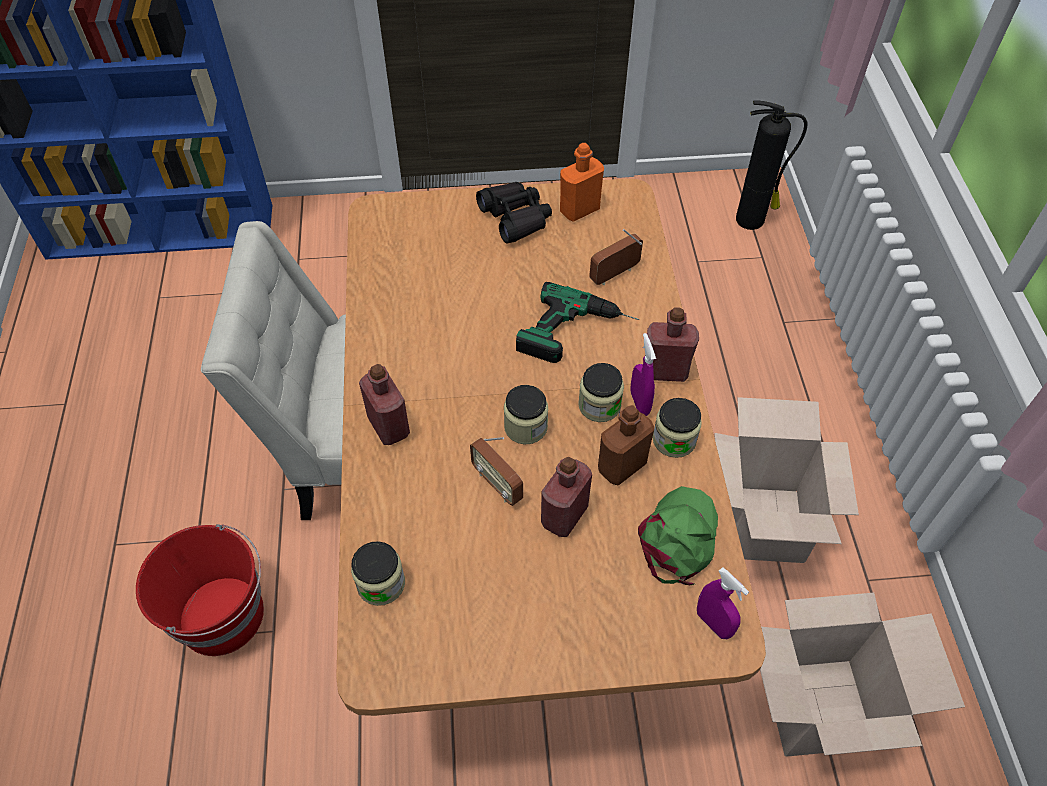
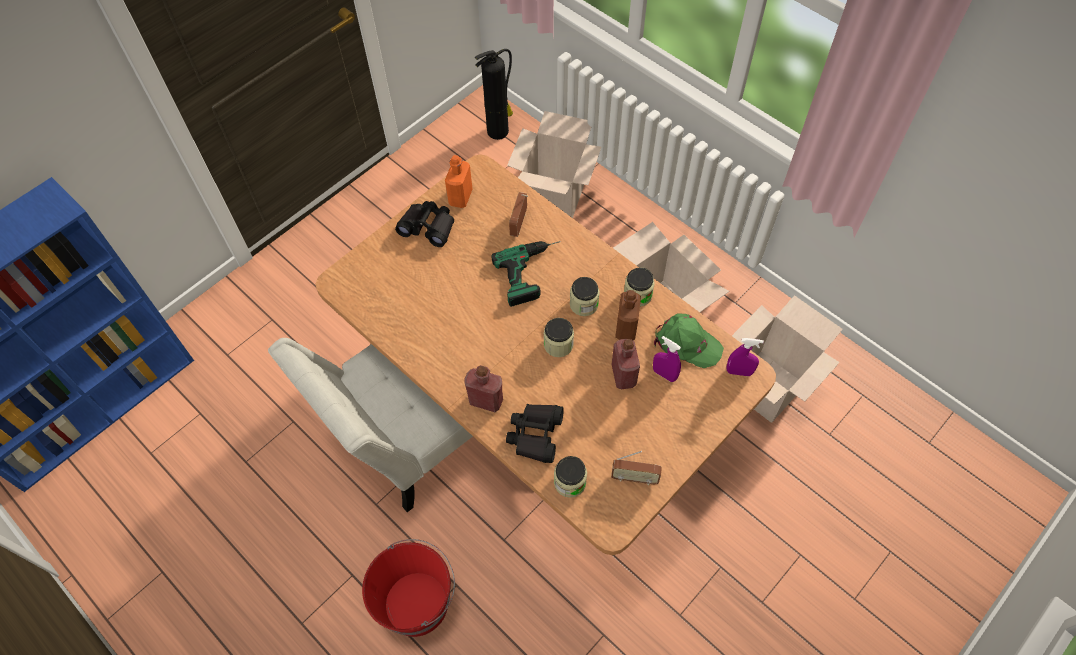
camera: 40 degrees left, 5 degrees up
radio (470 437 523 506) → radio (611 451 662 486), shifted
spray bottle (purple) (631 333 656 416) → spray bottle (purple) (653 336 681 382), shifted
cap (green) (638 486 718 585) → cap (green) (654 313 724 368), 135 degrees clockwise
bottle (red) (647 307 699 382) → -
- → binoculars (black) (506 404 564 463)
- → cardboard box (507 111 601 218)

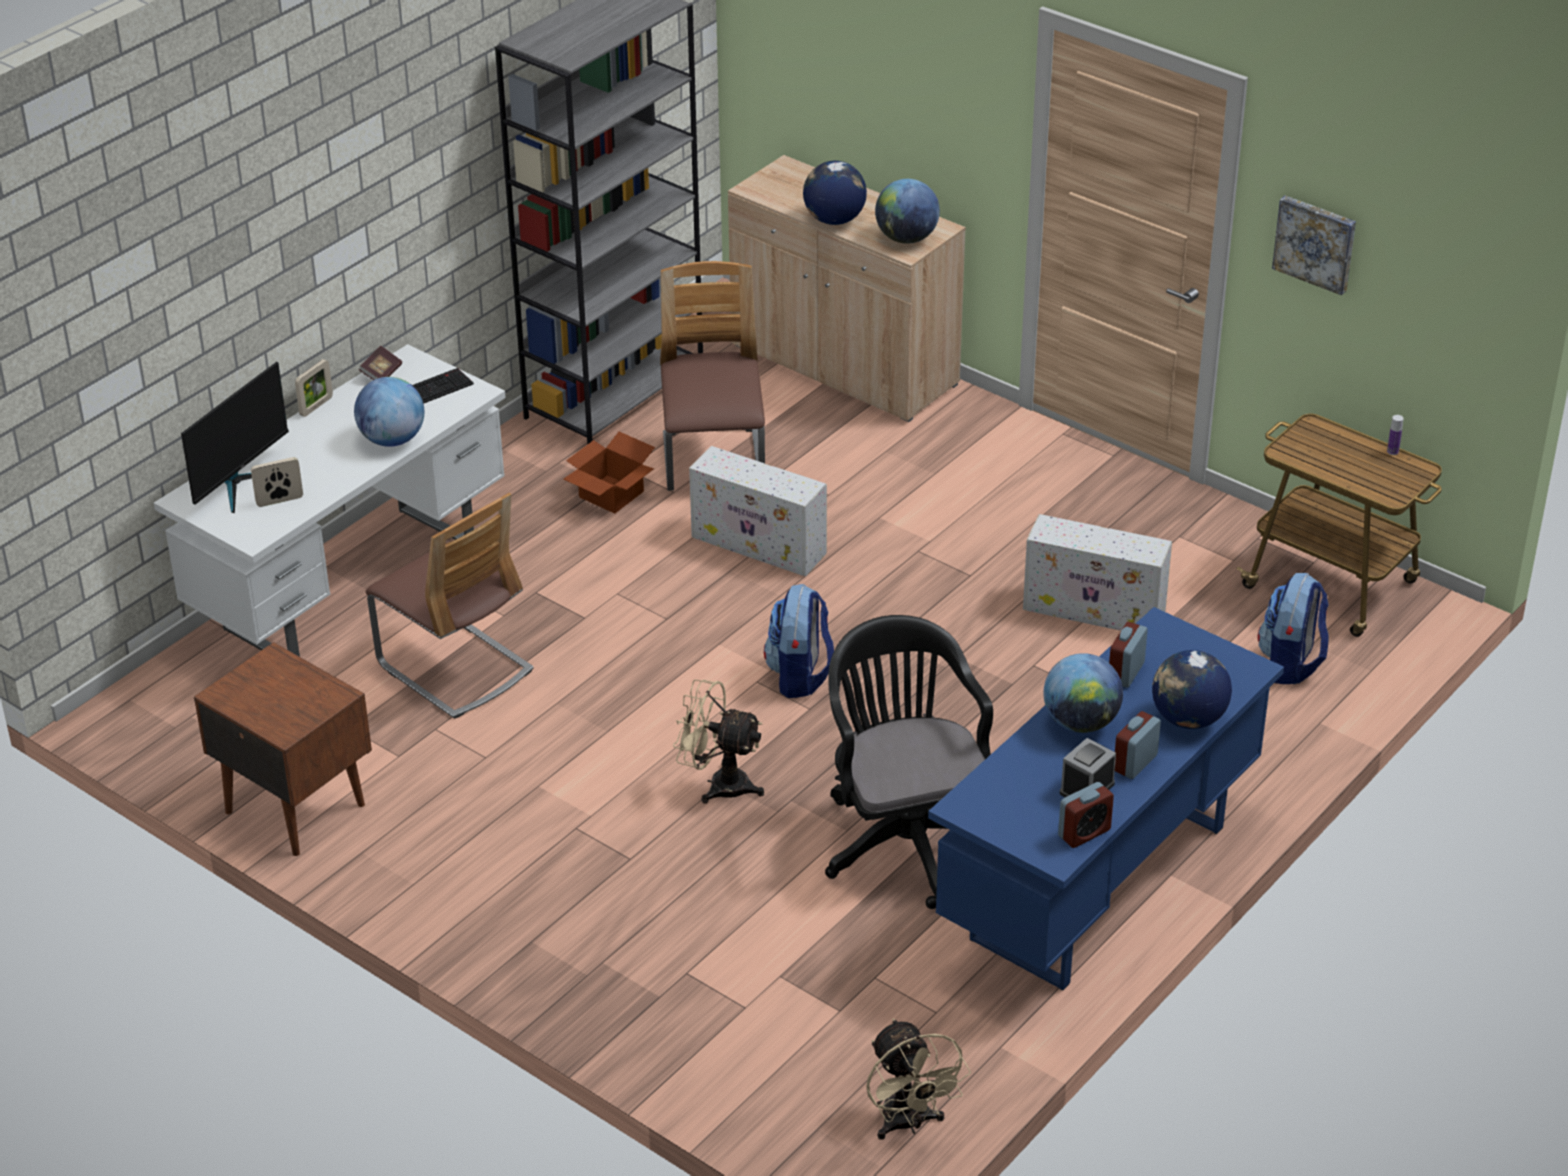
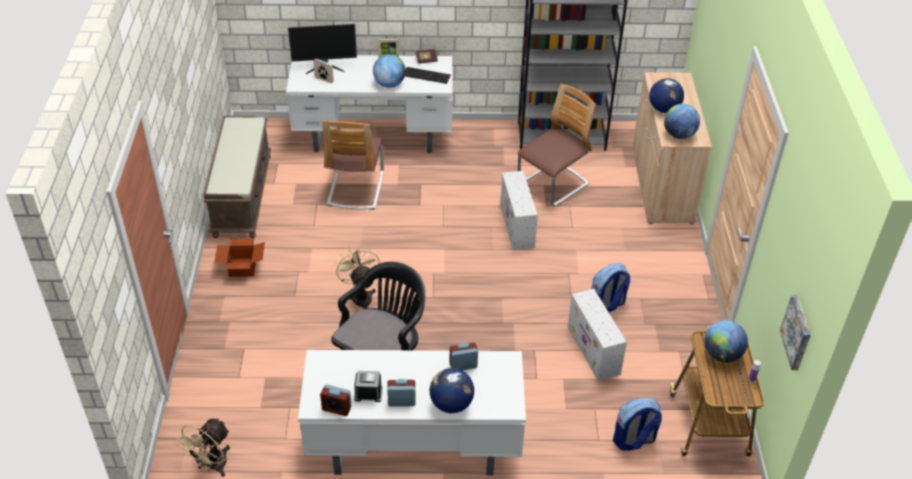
camera: 50 degrees right, 5 degrees up
nightstand (brown) (194 642 372 856) → bench (brown) (203 116 271 238)
cardboard box (563 432 655 514) → cardboard box (214 238 265 277), shifted
backpack (764 584 834 698) → backpack (591 263 630 312), shifted
desk (blue) (928 607 1284 991) → desk (white) (298 350 526 475)
globe (1043 653 1123 733) → globe (704 320 748 363), shifted
picture (1272 195 1356 295) → picture (780 295 811 370), shifted

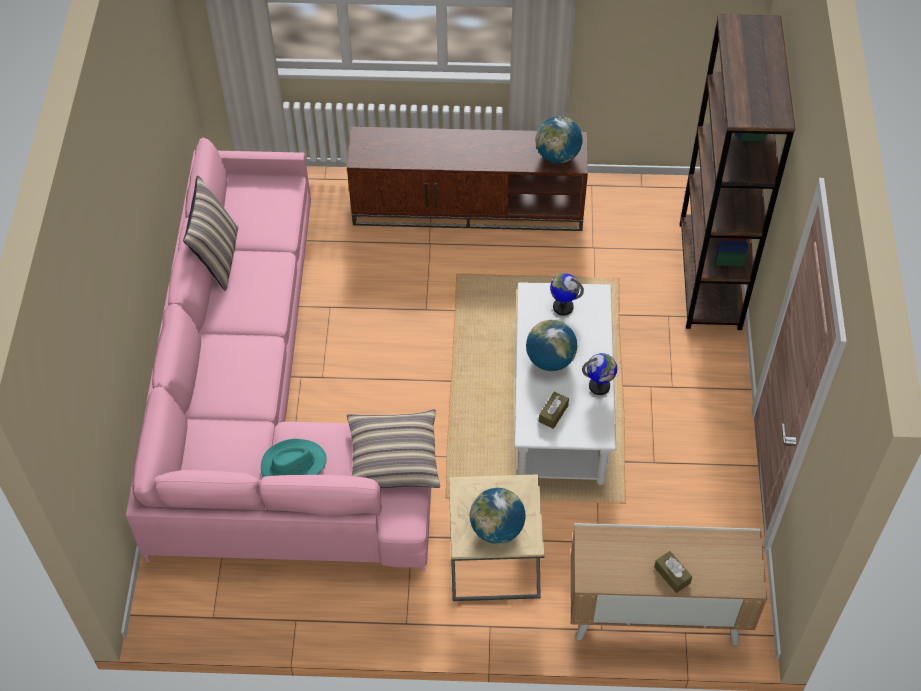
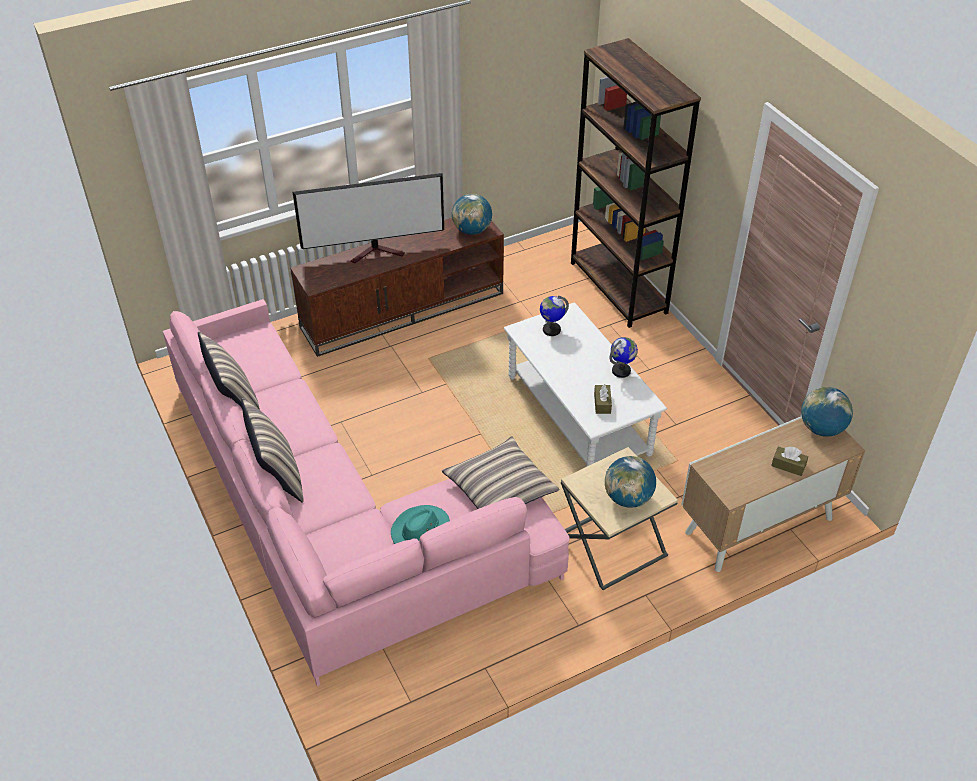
camera: 30 degrees left, 10 degrees down
globe (526 320 577 371) → globe (801 387 853 437), shifted
- → pillow (241 398 304 503)
- → television (293 173 444 263)

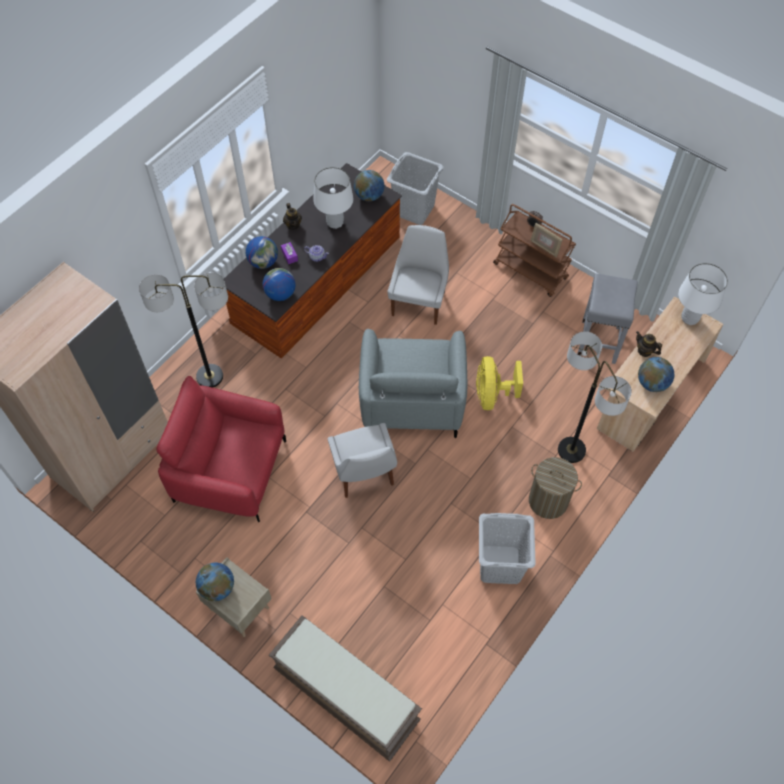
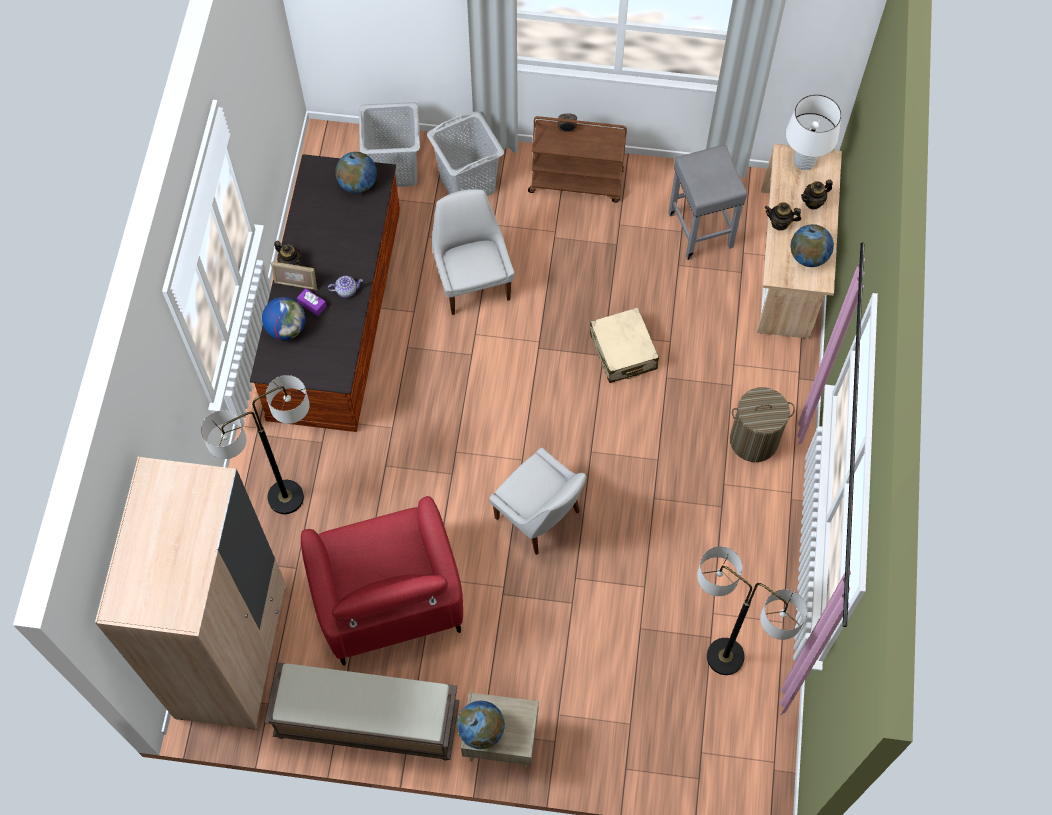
camera: 30 degrees left, 5 degrees up
armchair (red) (156 376 286 522) → armchair (red) (301 496 463 666), 90 degrees counterclockwise
globe (263 268 296 301) → -
bench (brown) (269 615 422 762) → bench (brown) (265 662 459 761), shifted
table lamp (white) (313 167 353 229) → -
armchair (grey) (359 329 467 438) → -
fan (yellow) (476 356 523 410) → suitcase (beige) (590 307 659 383)
laundry basket (grey) (479 513 536 584) → laundry basket (grey) (427 111 504 196), shifted
picture frame (530 223 563 258) → picture frame (271 261 317 290), shifted
floor lamp (558 331 632 463) → floor lamp (697 546 807 675), shifted
- → teapot (801 179 833 210)

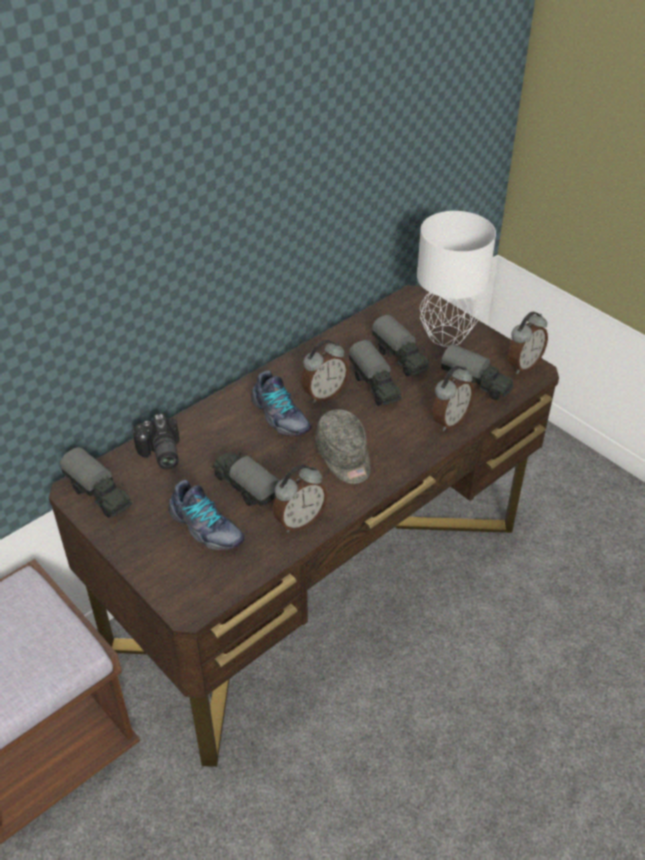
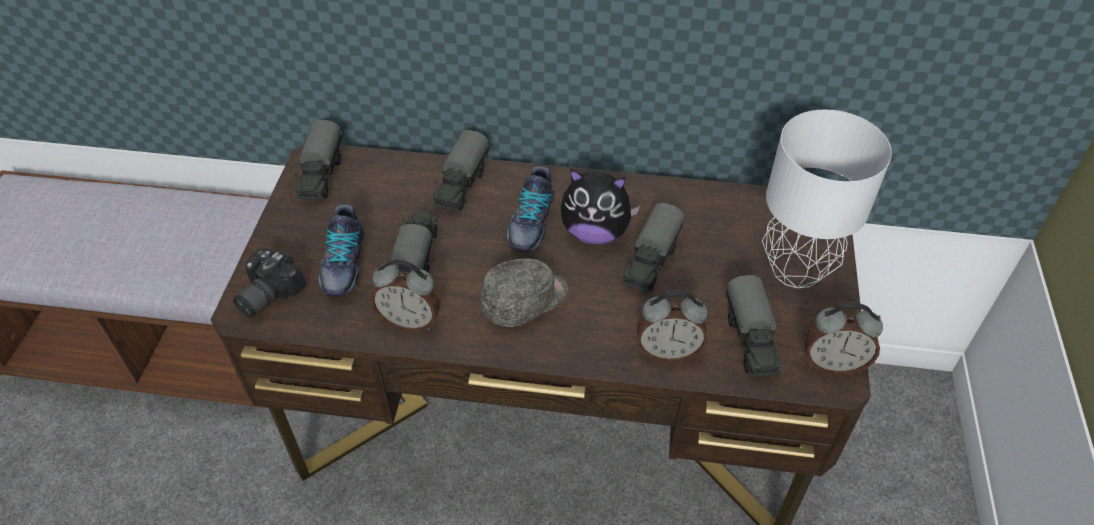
camera: 50 degrees right, 5 degrees up
photo camera (132 413 180 470) → photo camera (233 249 307 318), shifted
alarm clock (301 340 349 403) → plush toy (561 168 640 245)
cap (grey) (315 409 370 484) → cap (grey) (480 258 568 327), 150 degrees counterclockwise
toy truck (372 315 430 376) → toy truck (433 130 489 210), shifted

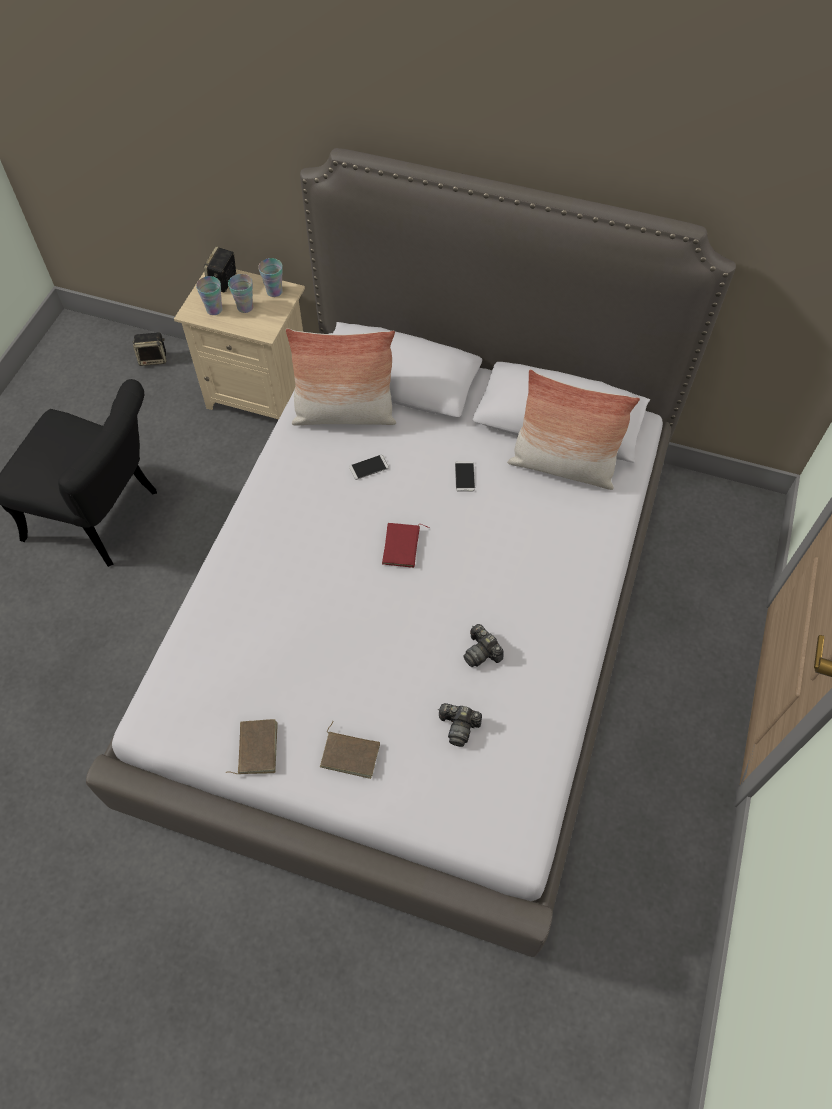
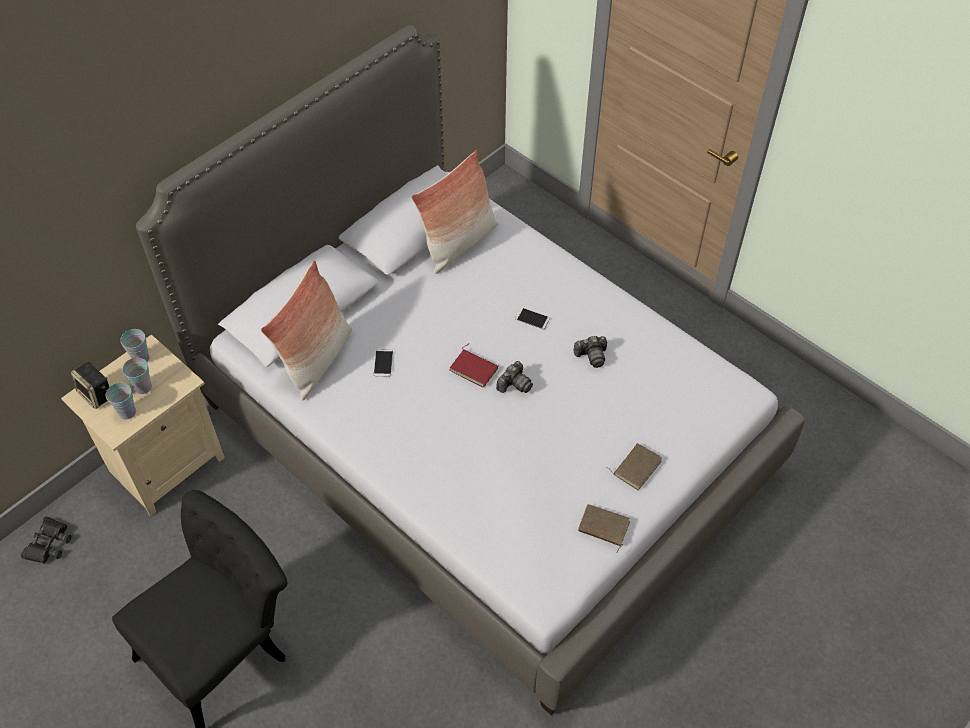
camera: 65 degrees left, 5 degrees down
speaker (133 333 166 366) → binoculars (black) (21 516 72 564)
photo camera (438 703 482 747) → photo camera (496 361 533 393), shifted
phone (455 461 475 492) → phone (515 308 550 330), shifted

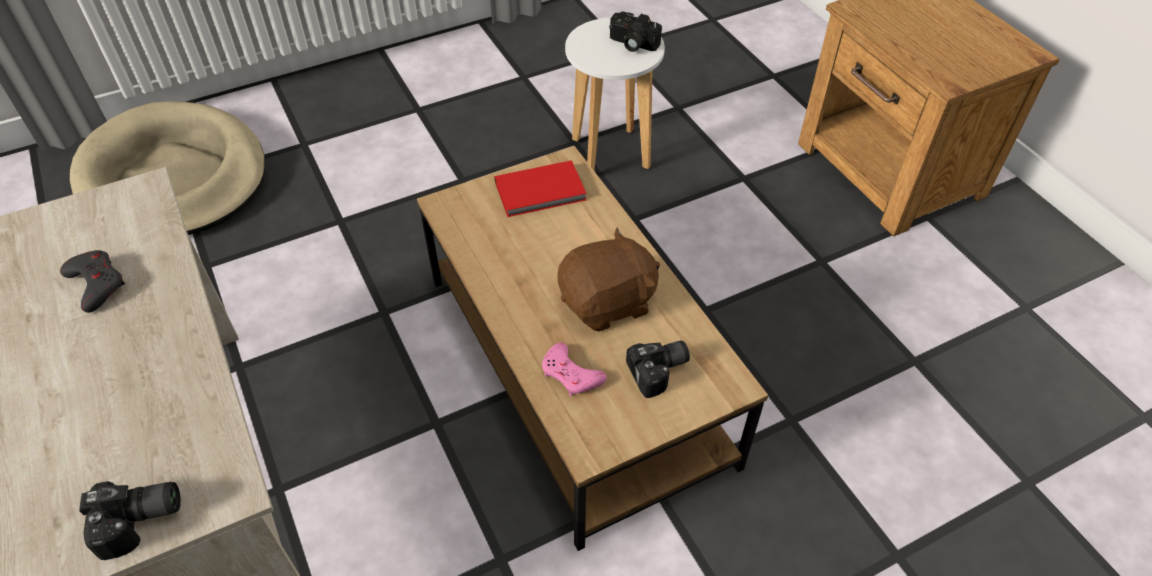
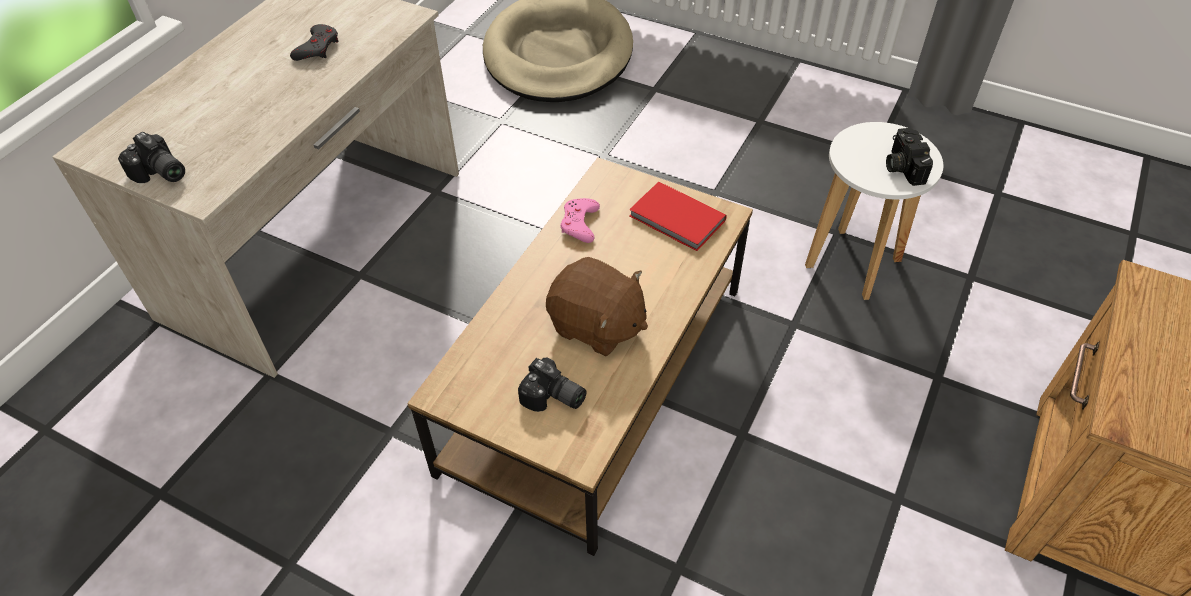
camera: 55 degrees right, 0 degrees up
game controller (pink) (542 343 607 396) → game controller (pink) (560 198 600 243), shifted

